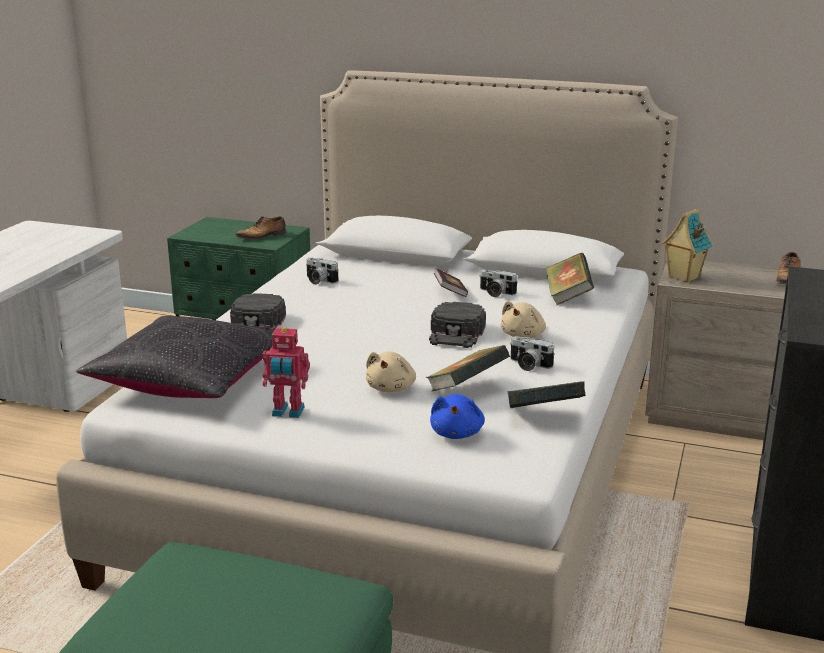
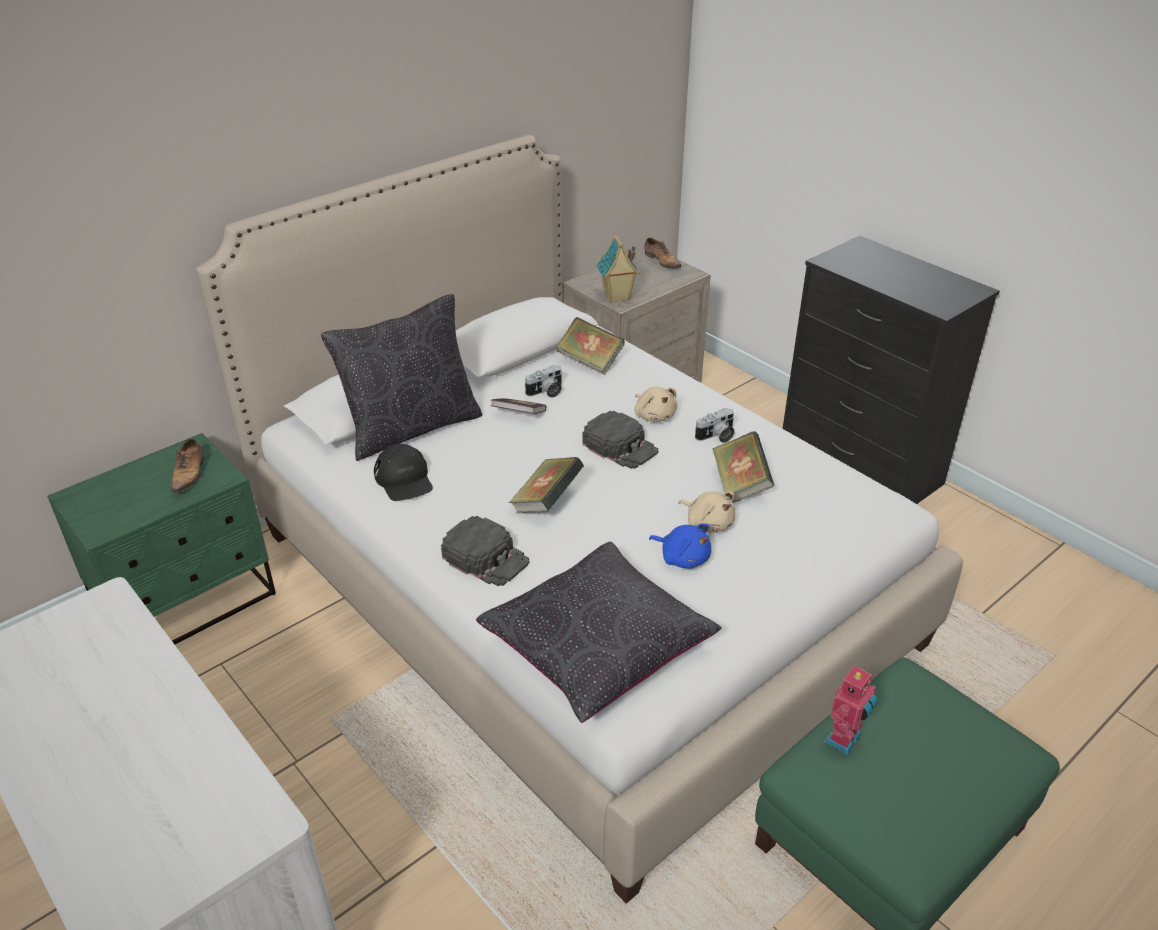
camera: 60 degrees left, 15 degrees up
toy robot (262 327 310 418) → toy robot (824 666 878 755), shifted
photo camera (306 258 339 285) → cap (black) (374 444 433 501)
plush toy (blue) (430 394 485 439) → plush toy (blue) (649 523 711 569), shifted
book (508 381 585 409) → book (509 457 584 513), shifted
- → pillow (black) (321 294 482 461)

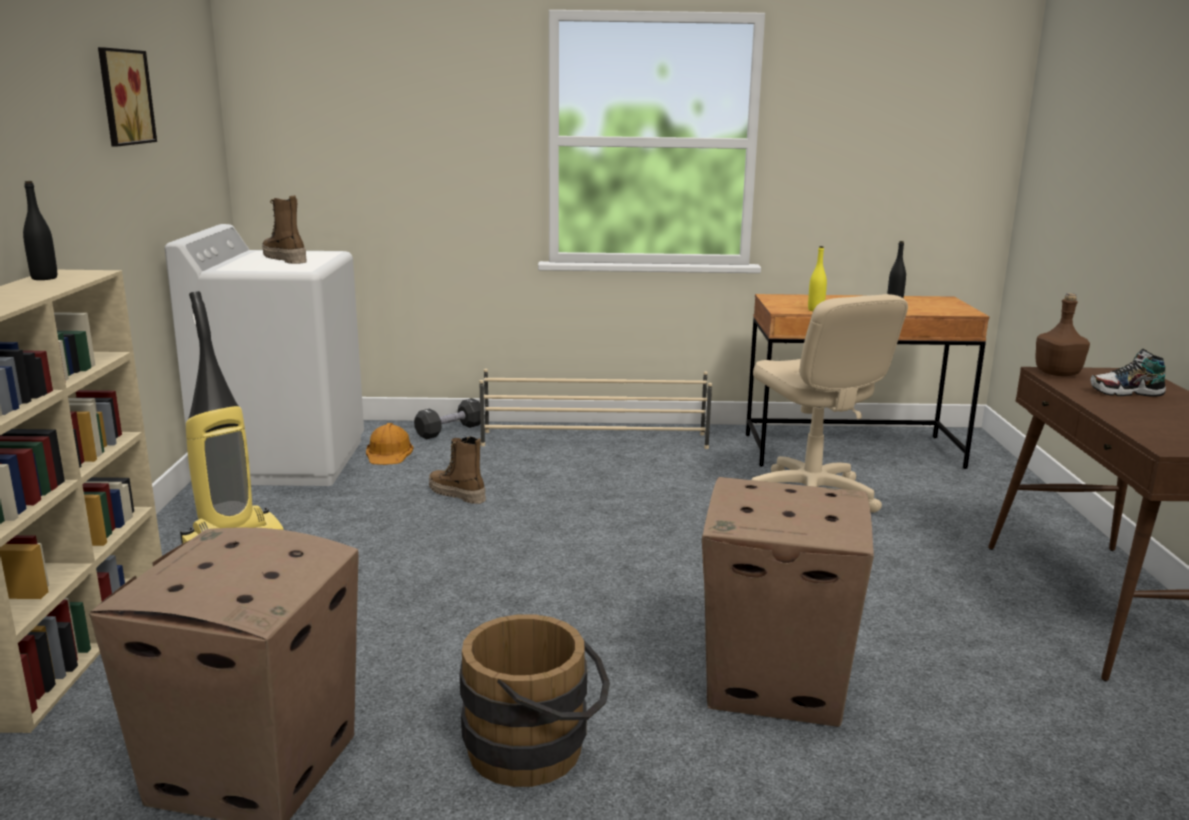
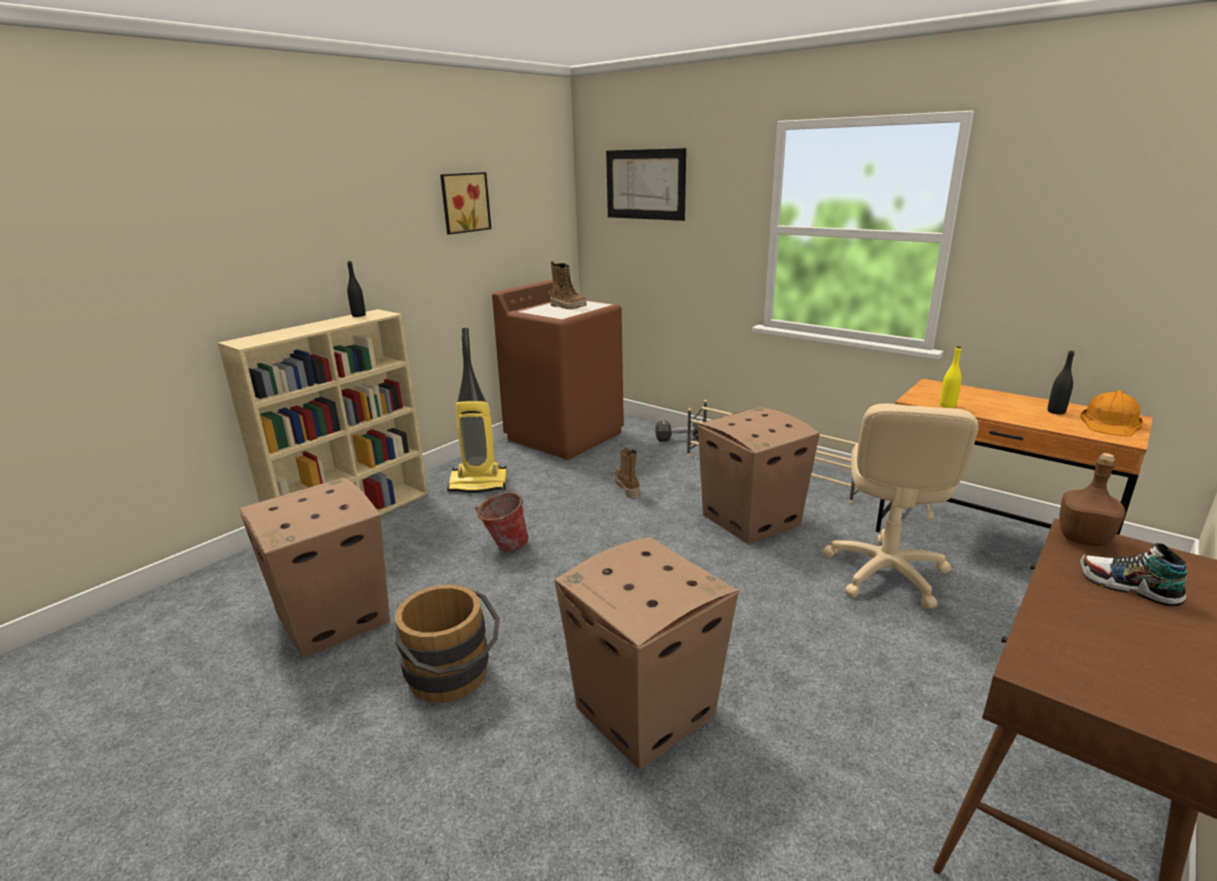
camera: 40 degrees right, 5 degrees up
washing machine (white) (165 224 364 486) → washing machine (brown) (492 279 624 460)
boot (262 195 307 264) → boot (550 261 587 309), 135 degrees clockwise
hard hat (orange) (366 423 414 465) → hard hat (orange) (1081 390 1142 437), shifted
- → bucket (475 492 529 552)
- → picture (606 148 686 221)
- → cardboard box (698 407 820 545)

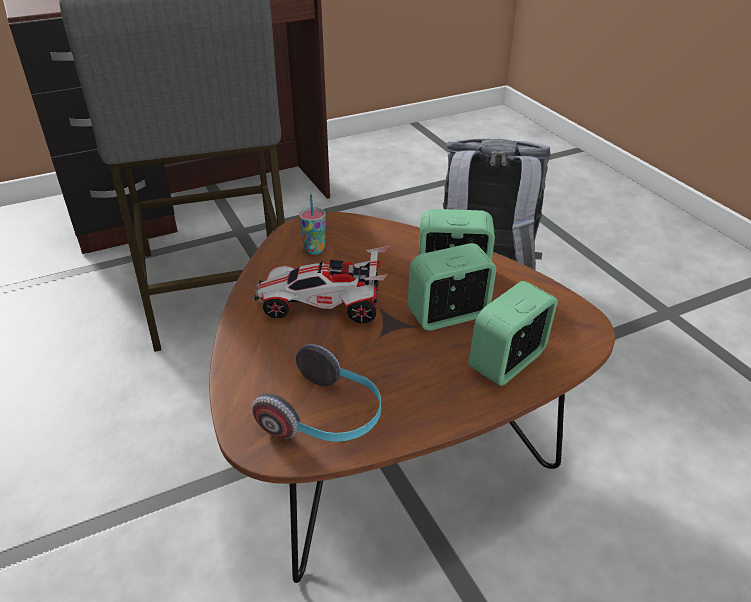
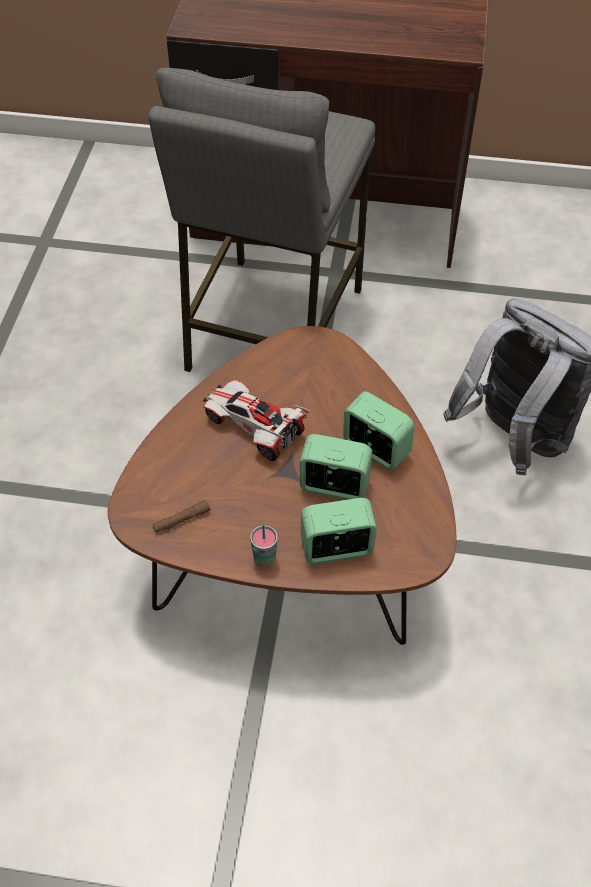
camera: 35 degrees right, 15 degrees up
headphones (252 344 381 442) → flashlight (brown) (152 500 211 533)
cup (299 194 326 255) → cup (250 524 278 568), shifted

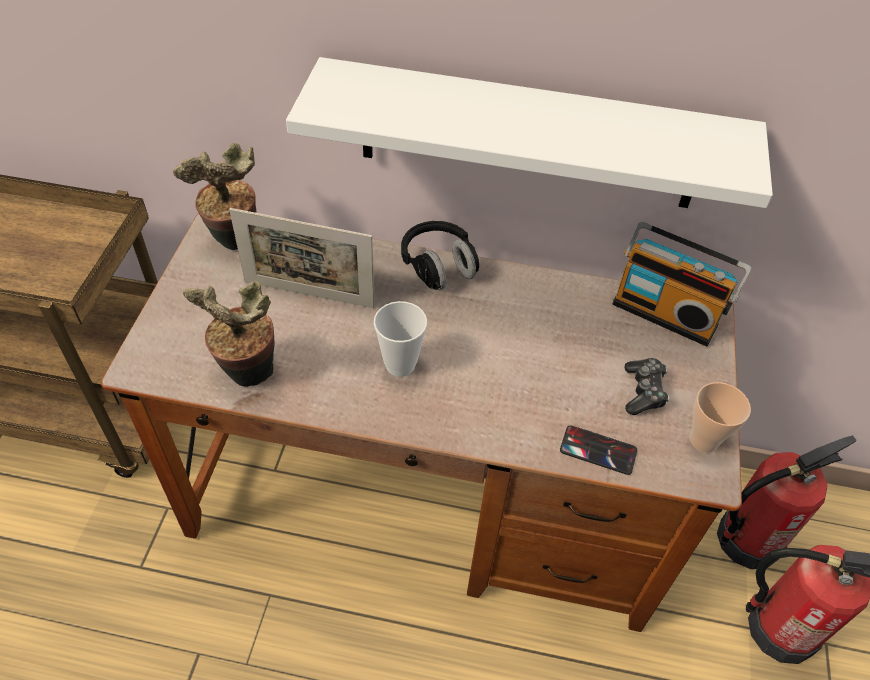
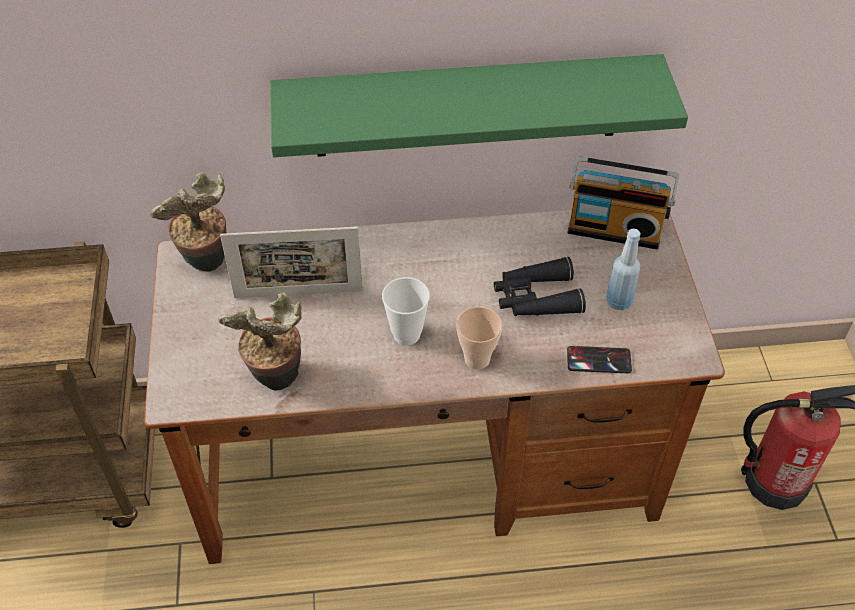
camera: 15 degrees left, 0 degrees up
shelf (white) (286 57 773 208) → shelf (green) (270 54 688 157)
headphones (black) (401 221 479 290) → -
game controller (624 358 670 415) → bottle (blue) (606 229 640 310)
cup (689 382 751 453) → cup (456 307 502 369), shifted
fire extinguisher (717 435 857 569) → -
- → binoculars (black) (494 257 586 316)

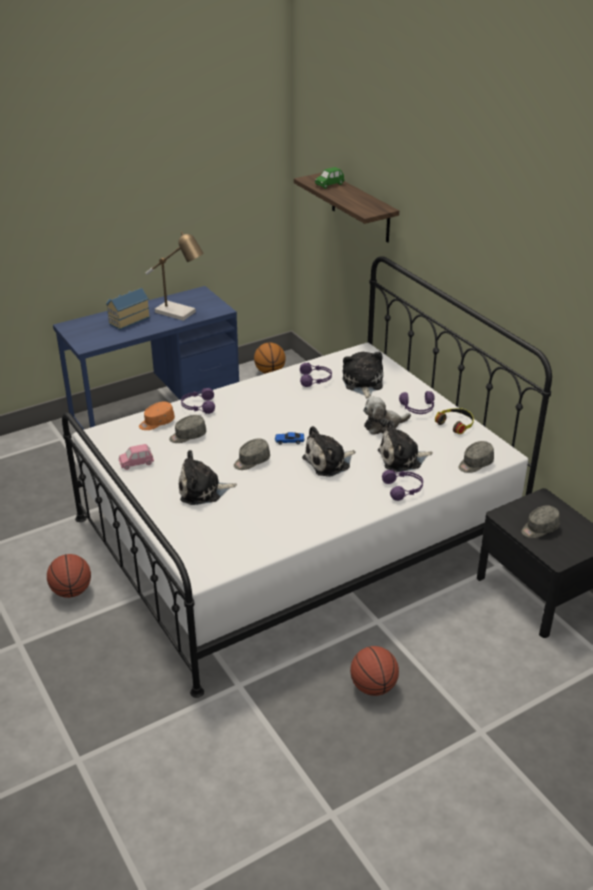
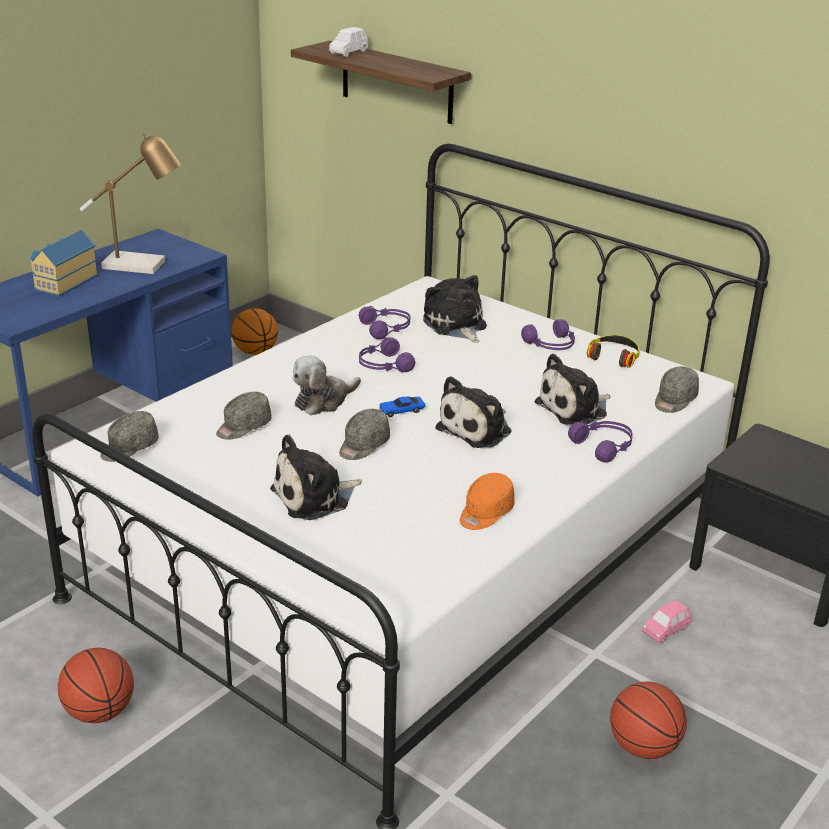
camera: 20 degrees left, 5 degrees down
toy car (pink) (119 444 154 470) → toy car (pink) (642 599 691 644), shifted
cap (orange) (139 401 175 430) → cap (orange) (460 473 515 530), shifted
headphones (purple) (181 388 215 414) → headphones (purple) (359 337 415 373), shifted
toy car (green) (315 167 345 189) → toy car (white) (329 27 368 57)
plush toy (363 396 411 435) → plush toy (293 356 361 415), shifted
cap (grey) (521 505 560 538) → cap (grey) (100 411 159 462), shifted

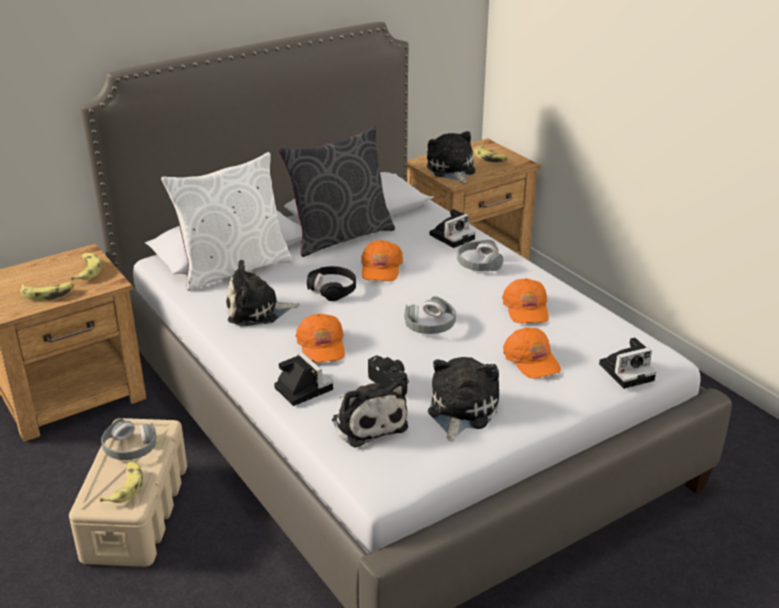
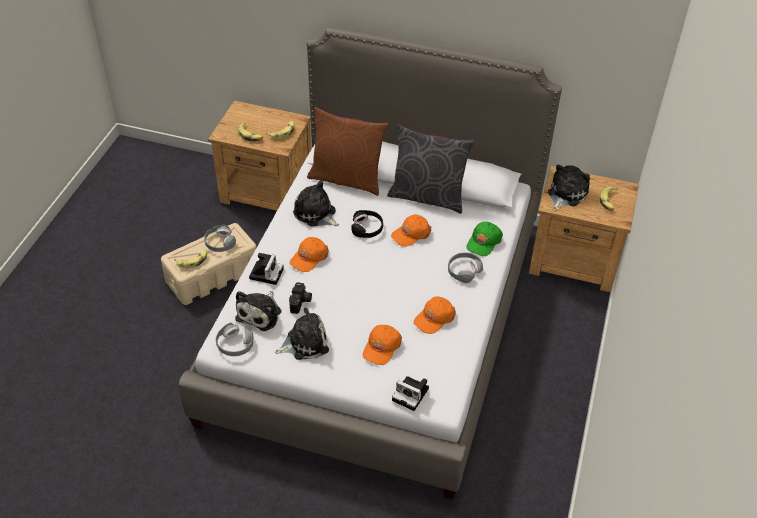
camera: 50 degrees right, 15 degrees up
pillow (white) (161 152 293 291) → pillow (brown) (307 107 389 196)
headphones (grey) (404 296 456 334) → headphones (grey) (216 322 254 356), shifted
photo camera (430 209 475 248) → cap (green) (466 222 503 256)

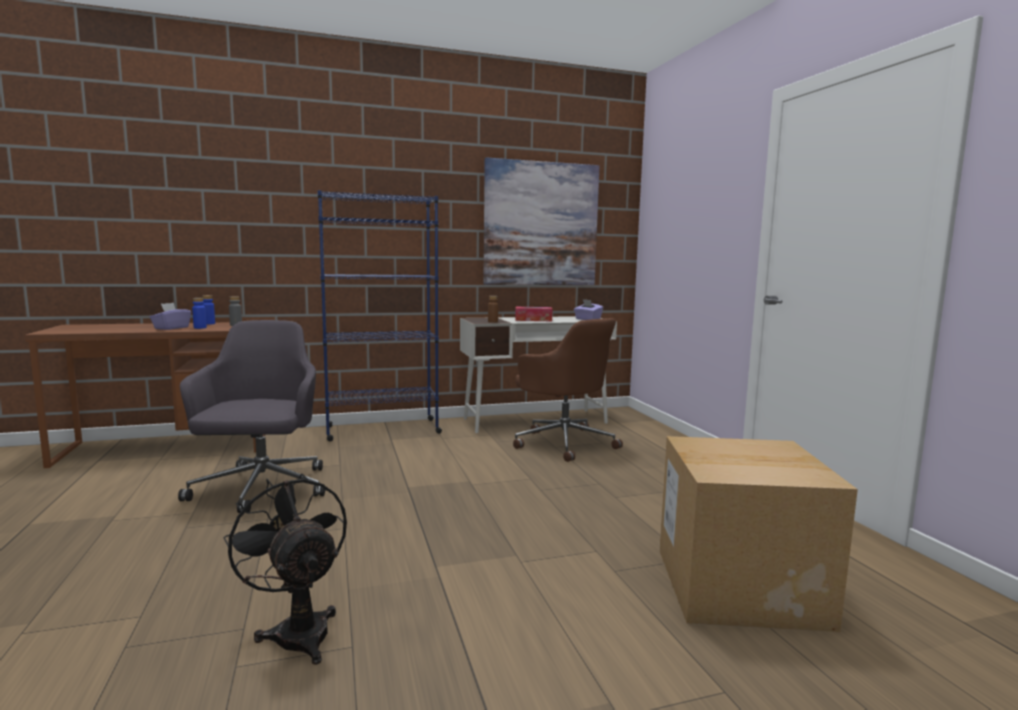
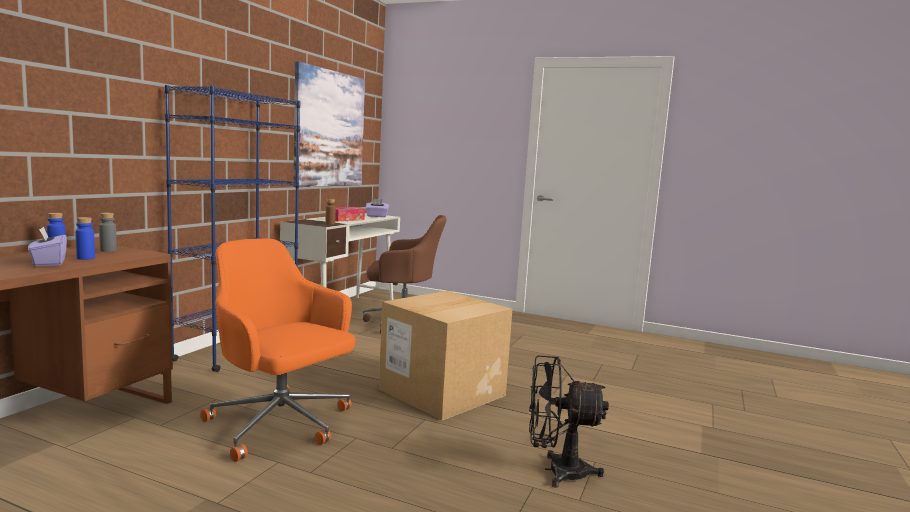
camera: 50 degrees left, 0 degrees up
office chair (grey) (178 320 325 513) → office chair (orange) (200 238 355 462)
cardboard box (659 436 858 632) → cardboard box (379 291 512 421), shifted

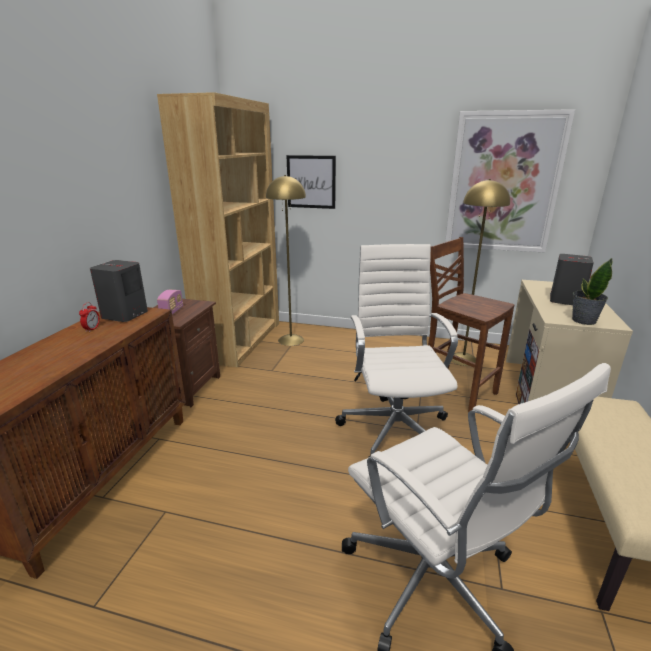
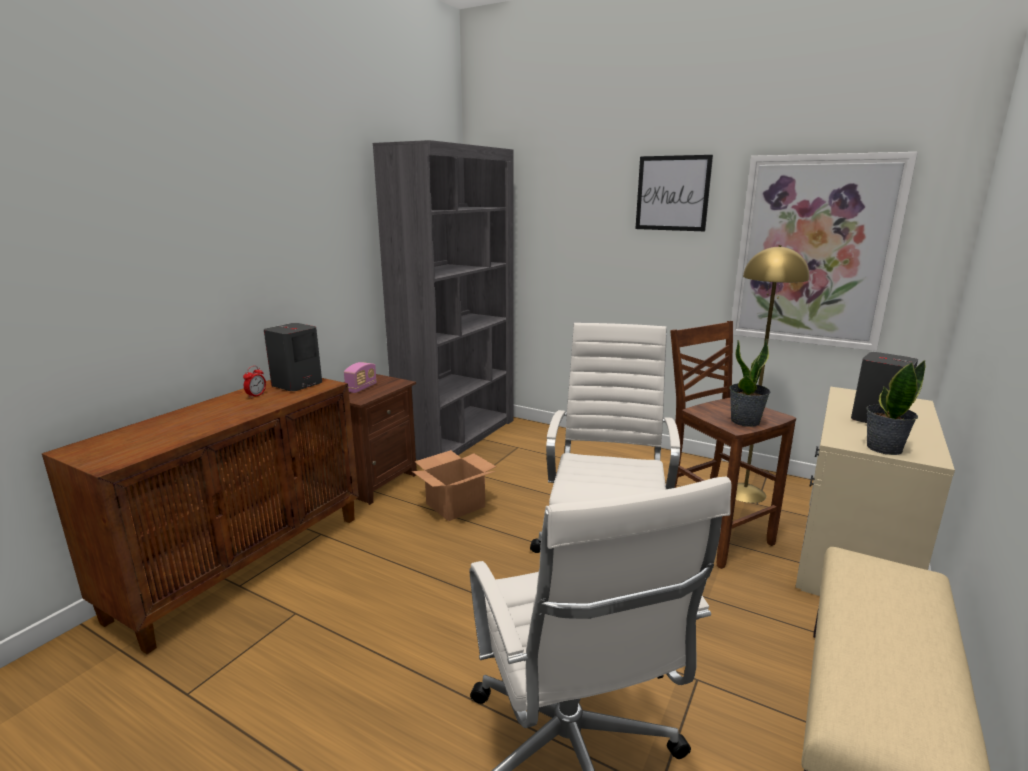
camera: 15 degrees right, 5 degrees down
bookcase (brown) (157 92 279 367) → bookcase (grey) (373 140 514 460)
floor lamp (yellow) (266 175 306 346) → -
picture (287 155 336 209) → picture (635 155 713 231), shifted
- → cardboard box (412 450 496 521)
- → potted plant (729 339 770 427)

